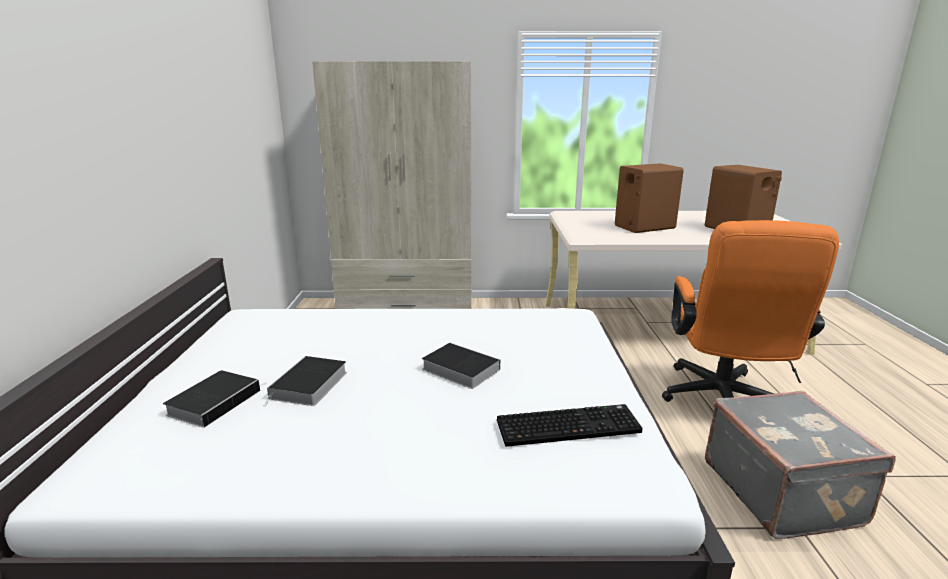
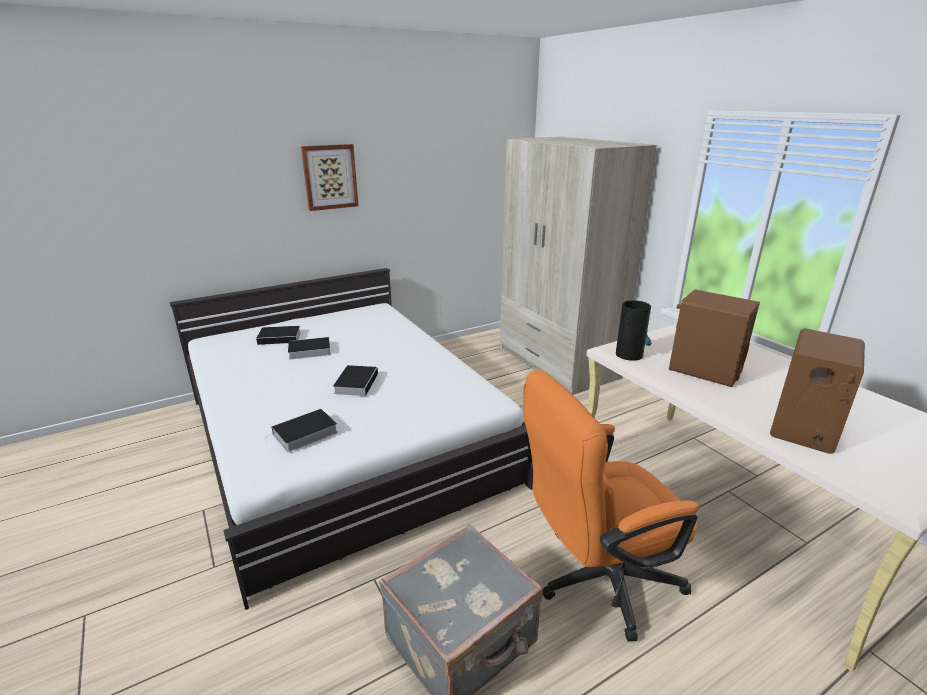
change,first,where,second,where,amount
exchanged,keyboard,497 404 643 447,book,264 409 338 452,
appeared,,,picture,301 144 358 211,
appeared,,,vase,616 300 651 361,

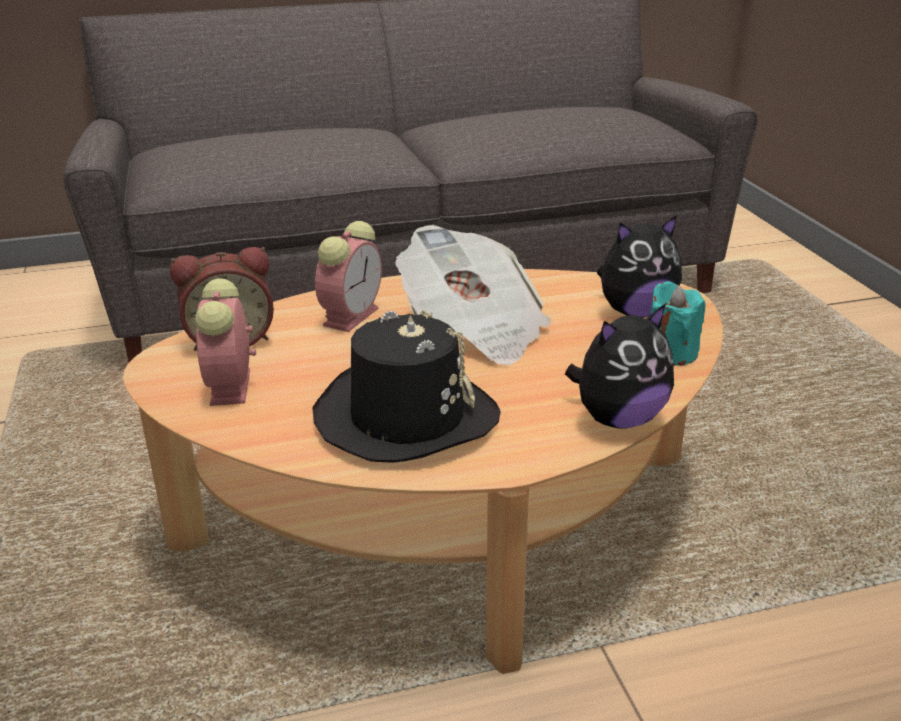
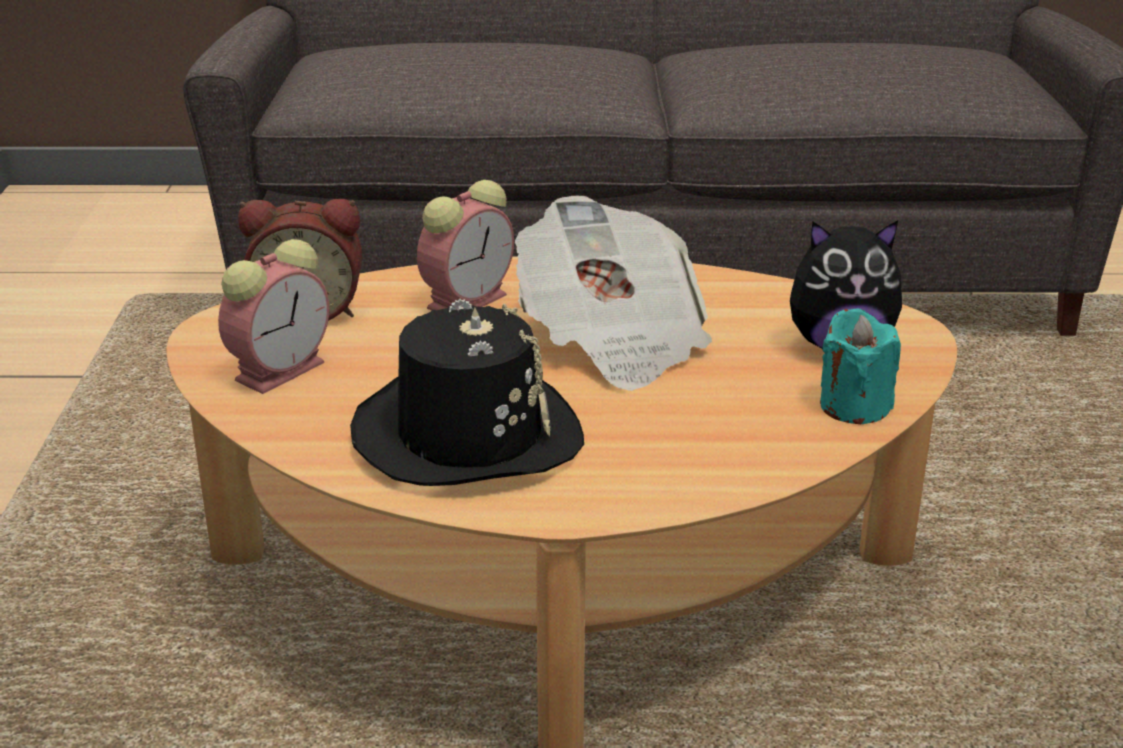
change,first,where,second,where,amount
spun,alarm clock,195 278 256 406,,218 239 329 394,150 degrees counterclockwise
missing,plush toy,565 303 674 429,,,

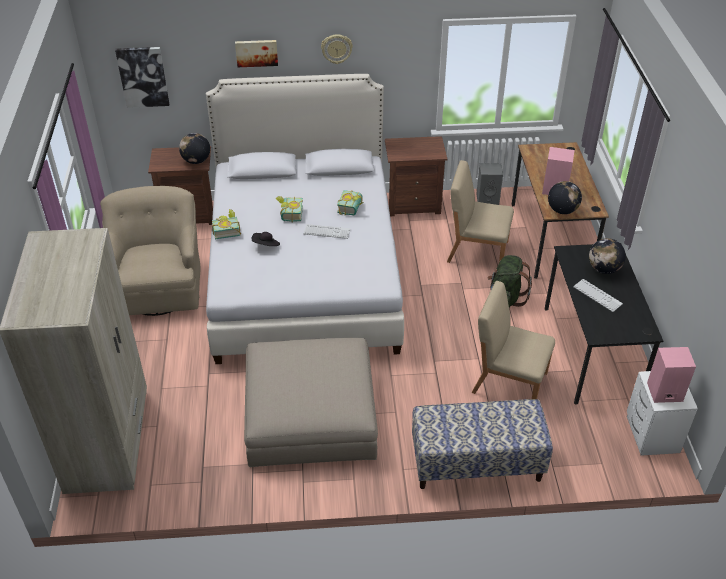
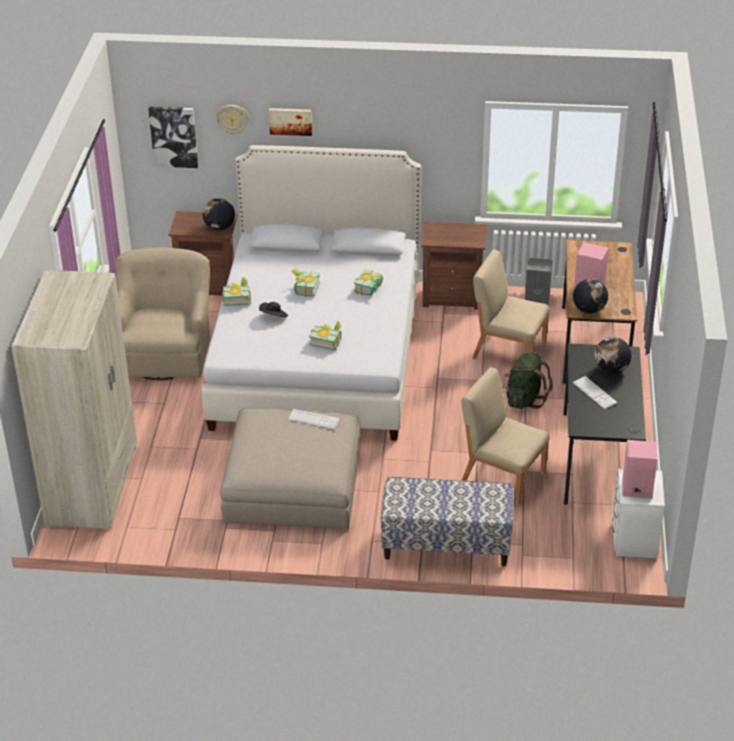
change,first,where,second,where,amount
relocated,keyboard,304 224 350 239,,288 409 340 430,
relocated,wall clock,321 34 353 64,,216 105 249 135,
appeared,,,book,309 321 342 350,

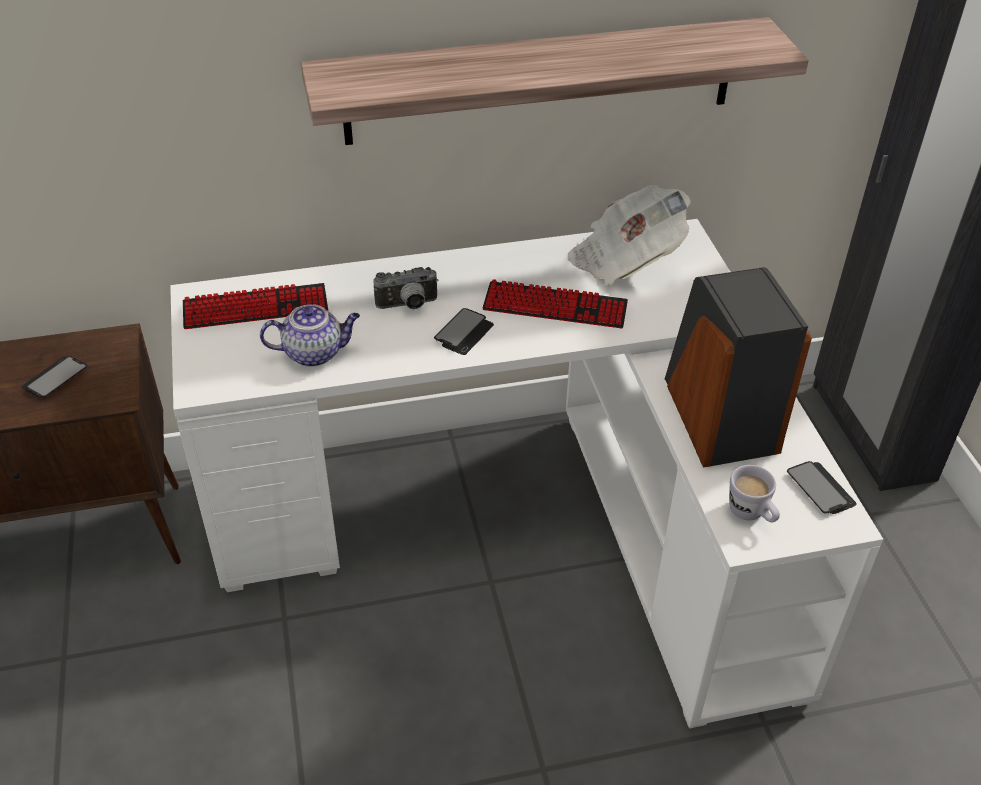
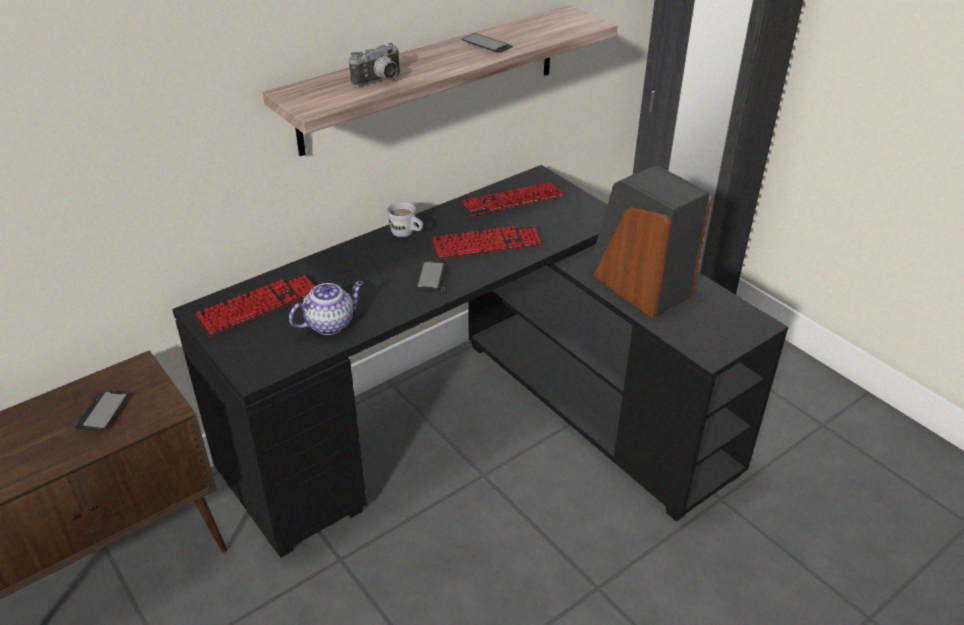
change,first,where,second,where,amount
colour,white desk,170 219 883 729,black desk,172 165 788 557,
relocated,photo camera,373 267 439 309,,349 43 400 87,
exchanged,newspaper,568 185 691 285,keyboard,460 182 565 216,
relocated,white mug,729 465 780 523,,387 202 423 237,
relocated,phone,787 461 857 514,,462 33 513 53,

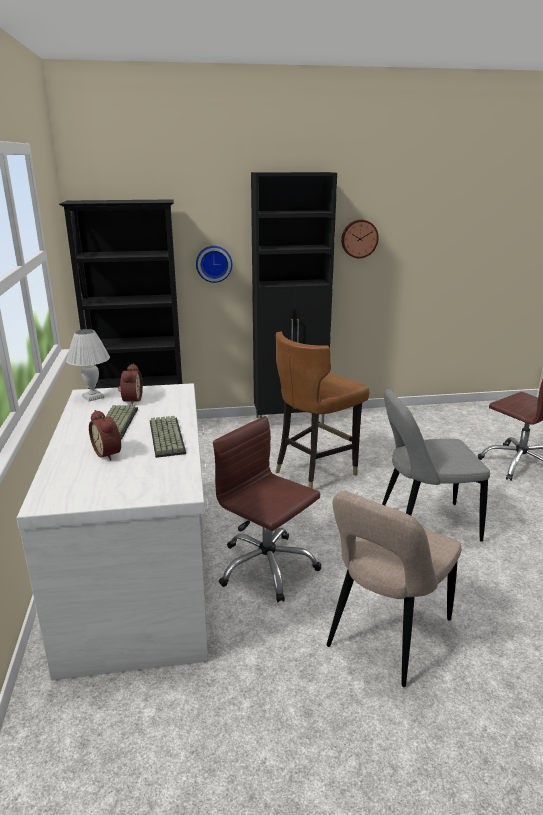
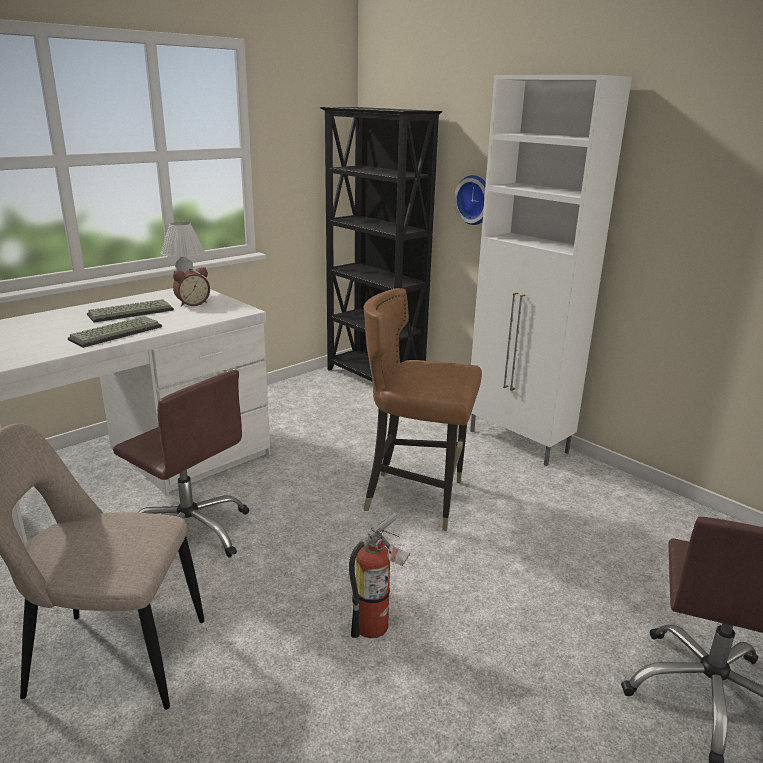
change,first,where,second,where,amount
missing,alarm clock,89 410 121 460,,,
spun,brown office chair,213 416 321 602,,113 370 249 558,120 degrees clockwise
colour,black cabinet,251 172 337 424,white cabinet,470 75 632 466,
missing,wall clock,341 220 379 258,,,
exchanged,grey chair,382 388 490 542,fire extinguisher,349 513 410 638,

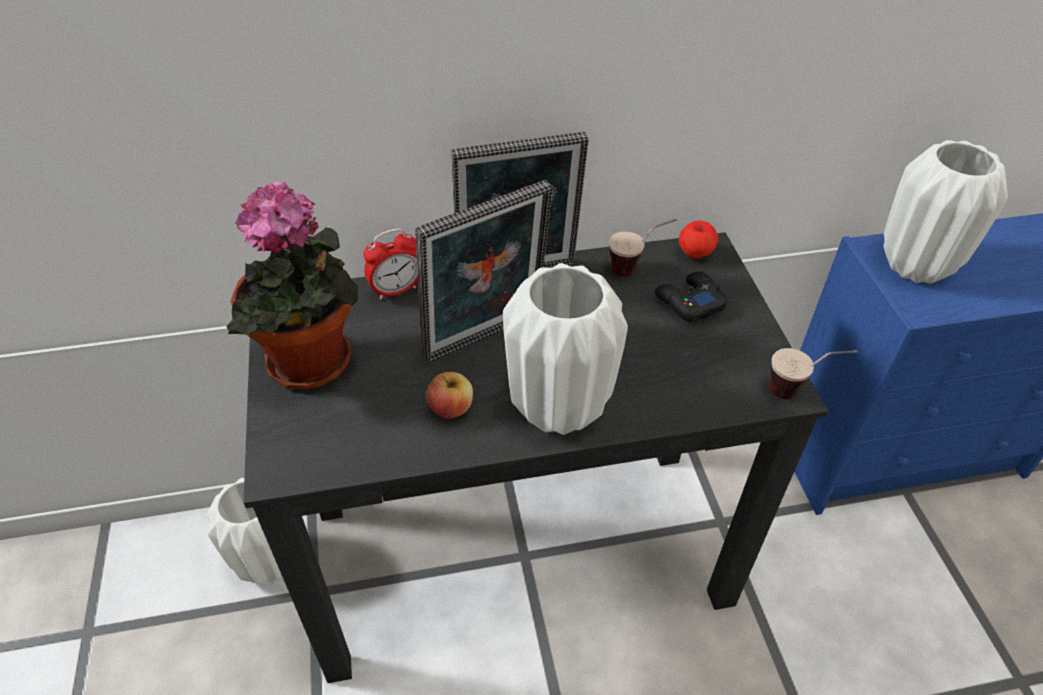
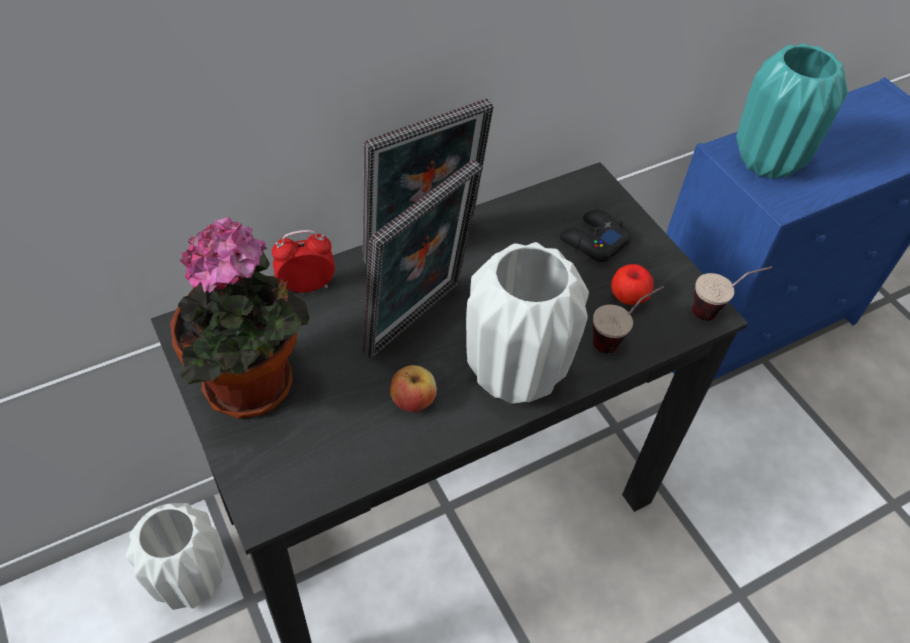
change,first,where,second,where,amount
spun,alarm clock,363 228 418 300,,272 230 335 293,150 degrees counterclockwise
relocated,cup,609 219 677 277,,593 286 664 353,
relocated,apple,679 221 718 259,,611 264 654 305,
colour,white vase,883 140 1008 284,turquoise vase,736 43 848 179,

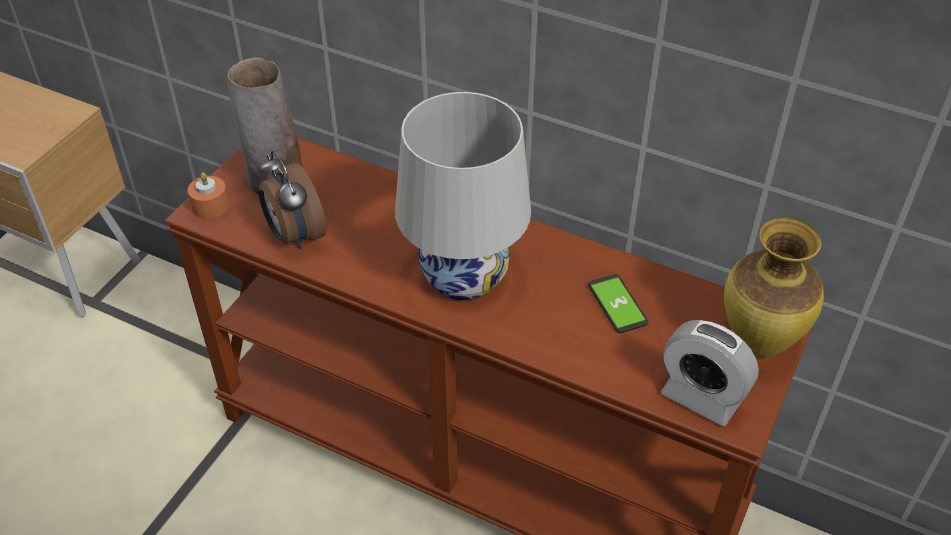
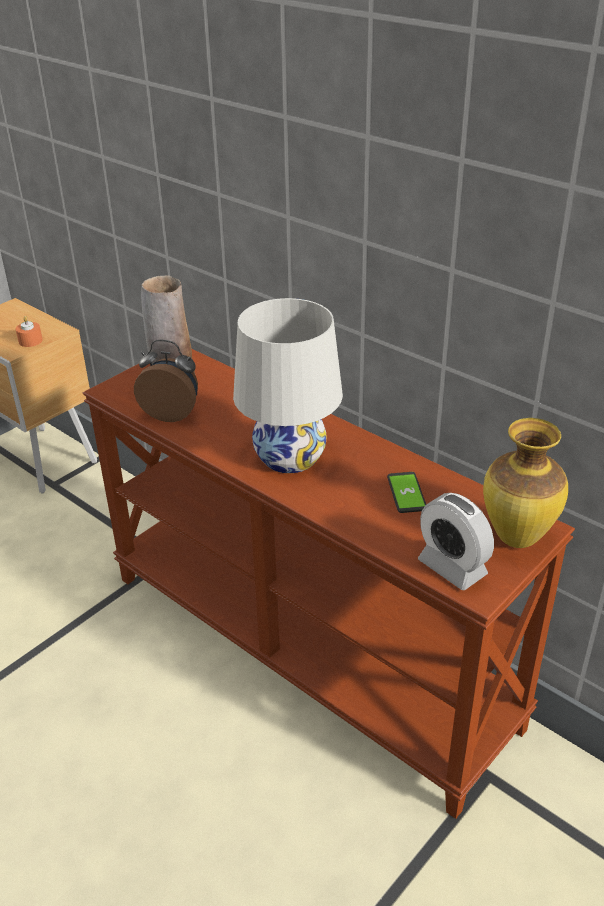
change,first,where,second,where,amount
relocated,orange candle,188 172 229 219,,16 316 43 347,
spun,alarm clock,259 151 326 250,,134 340 198 422,120 degrees clockwise

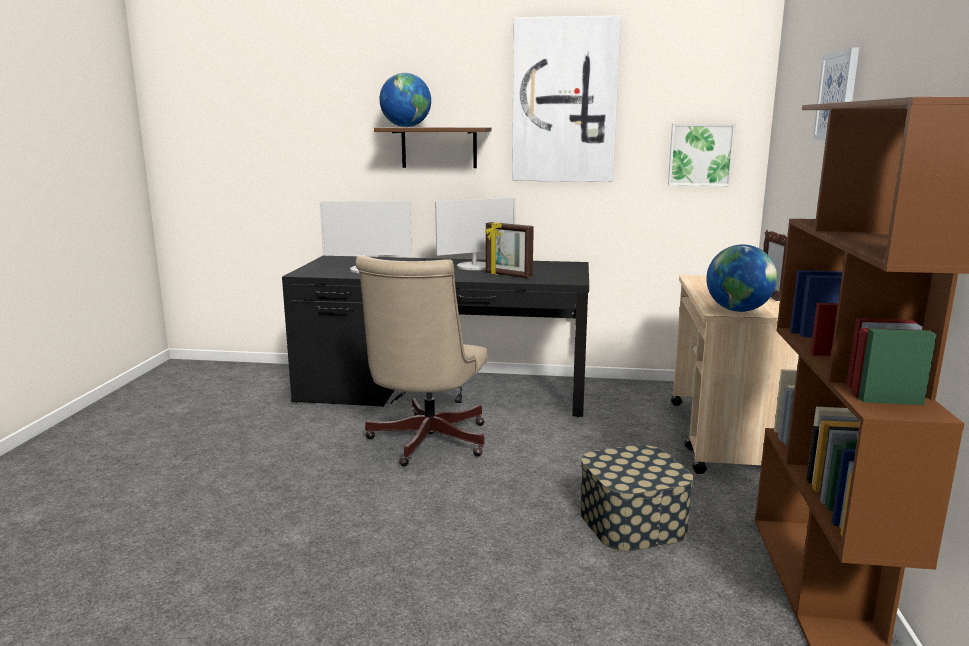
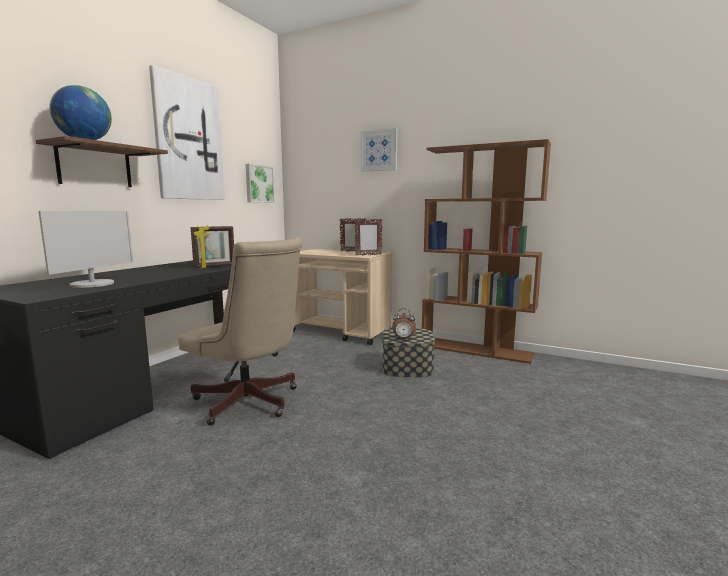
change,first,where,second,where,amount
missing,monitor,435 197 516 270,,,
exchanged,globe,706 244 777 312,picture frame,354 219 382 256,
appeared,,,alarm clock,392 308 416 340,

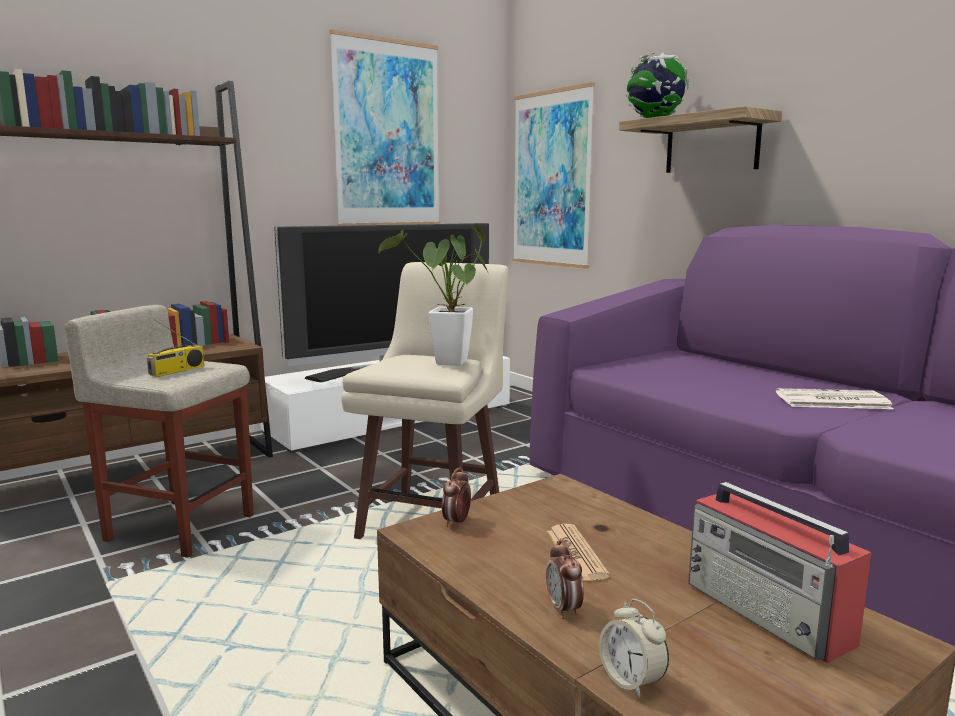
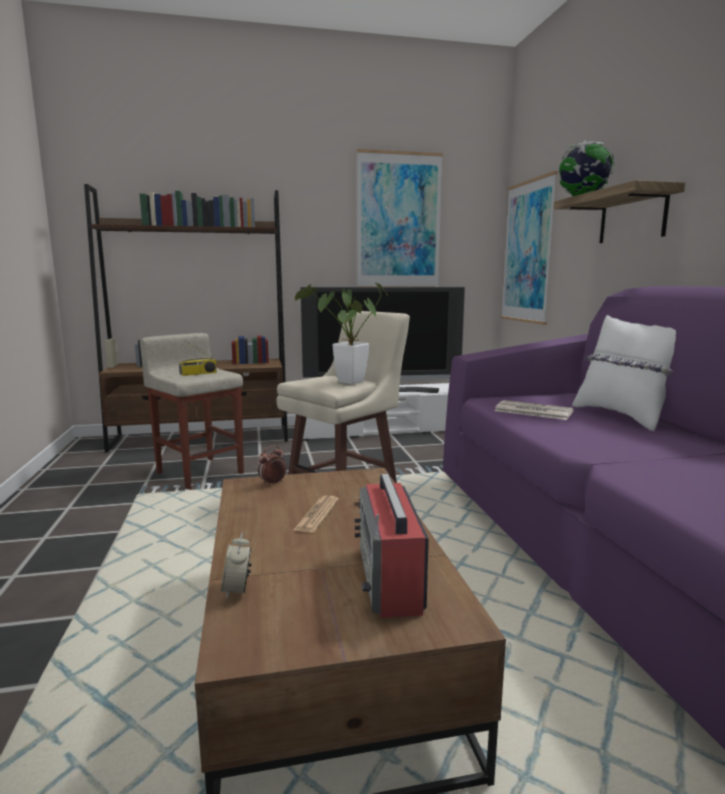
change,first,where,second,where,amount
missing,alarm clock,546 540 584 619,,,
relocated,newspaper,776 388 893 409,,494 400 574 420,
appeared,,,white pillow,572 315 676 431,

